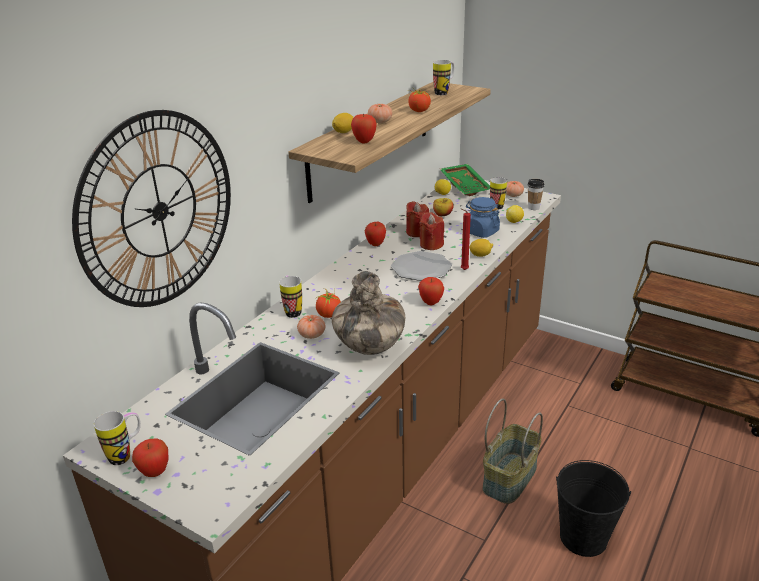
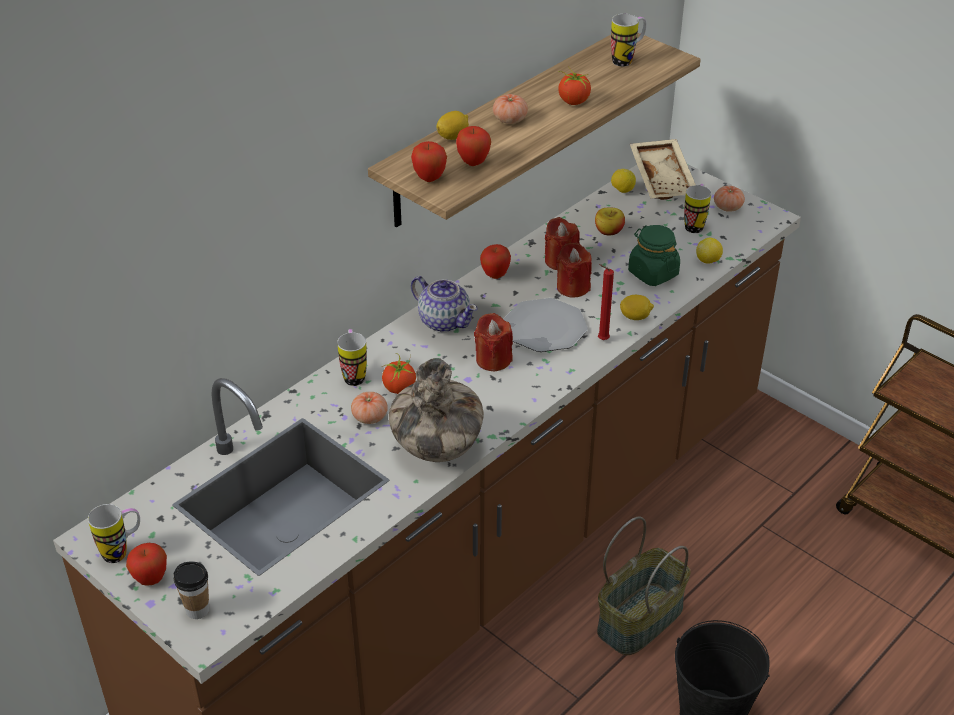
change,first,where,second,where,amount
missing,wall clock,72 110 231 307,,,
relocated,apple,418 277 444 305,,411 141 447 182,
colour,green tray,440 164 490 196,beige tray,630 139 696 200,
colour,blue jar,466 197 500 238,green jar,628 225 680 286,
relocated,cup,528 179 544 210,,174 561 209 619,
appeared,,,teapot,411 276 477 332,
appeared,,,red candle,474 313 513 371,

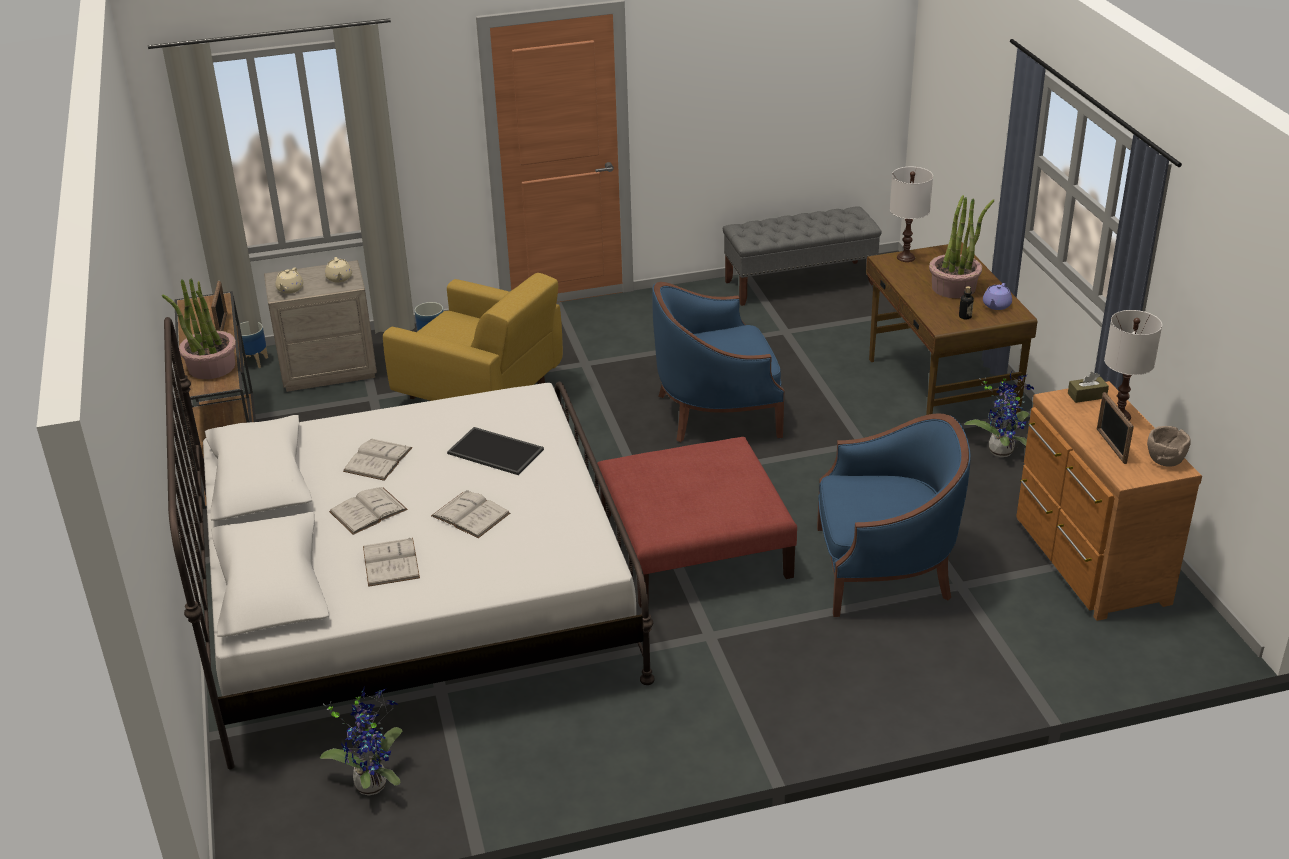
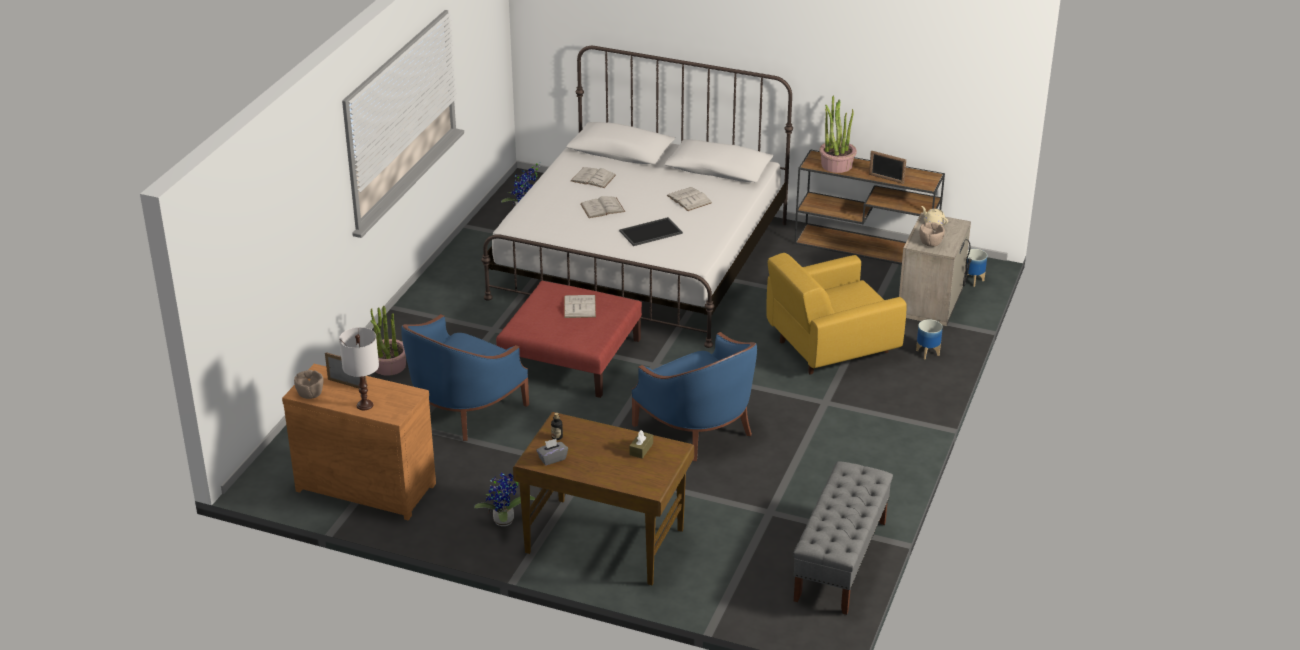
change,first,where,second,where,amount
exchanged,beige teapot,325 257 352 282,brown bowl,919 222 945 247,
relocated,white book,329 487 408 535,,564 295 596 318,
spun,blue armchair,652 282 784 442,,632 332 757 461,120 degrees clockwise
missing,white table lamp,890 167 933 262,,,
relocated,potted plant,929 195 994 298,,371 306 406 376,
exchanged,purple teapot,983 283 1012 310,grey tissue box,536 439 568 465,
relocated,brown tissue box,1068 372 1109 403,,629 430 653 459,

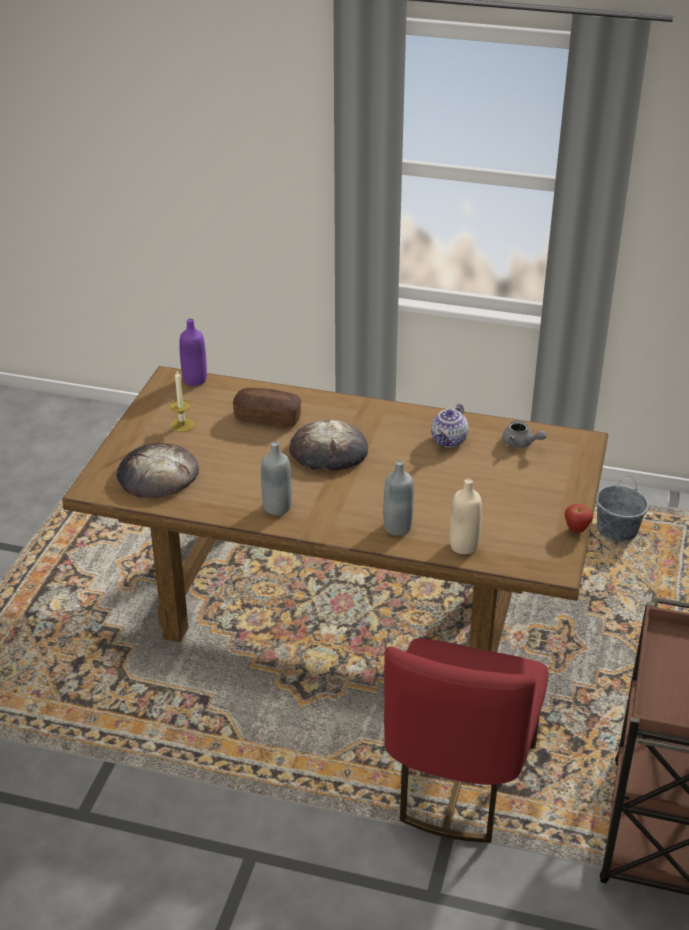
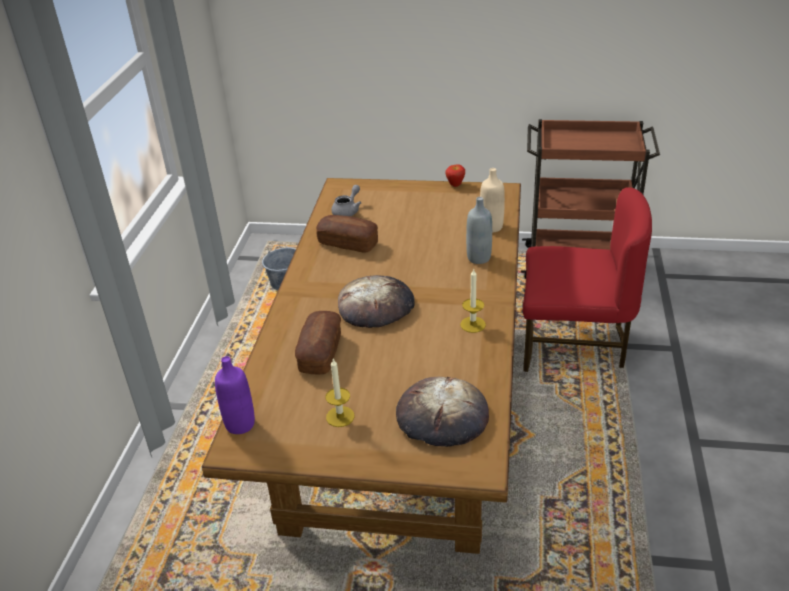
change,first,where,second,where,amount
exchanged,grey bottle,261 441 292 516,candle,460 269 486 333,
exchanged,teapot,431 403 468 447,bread,316 215 378 252,

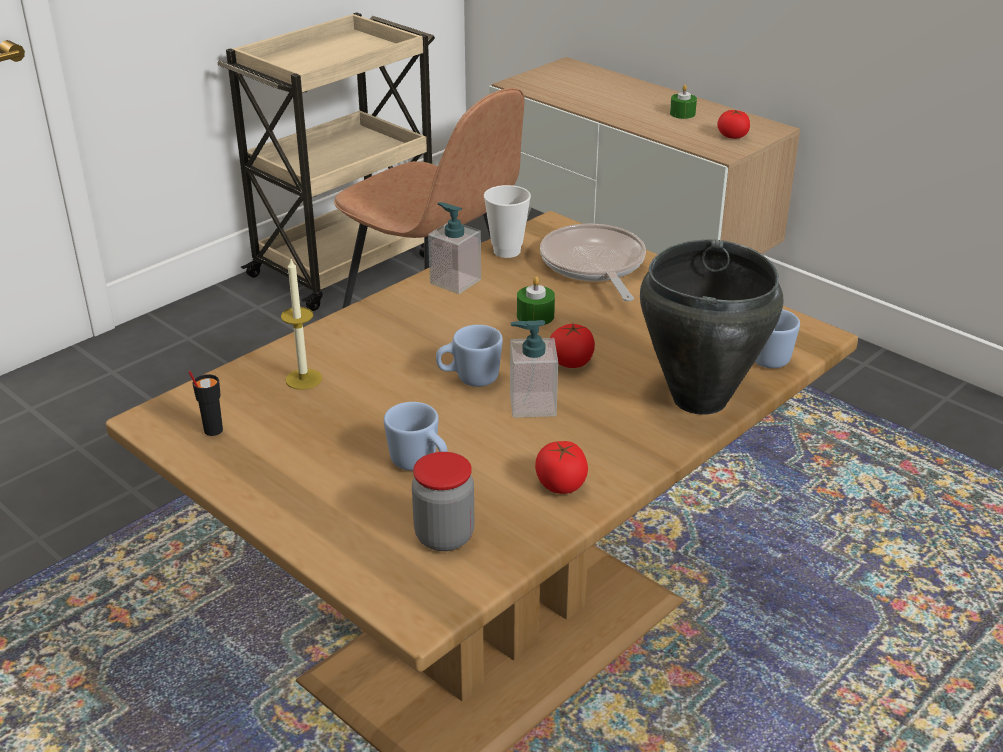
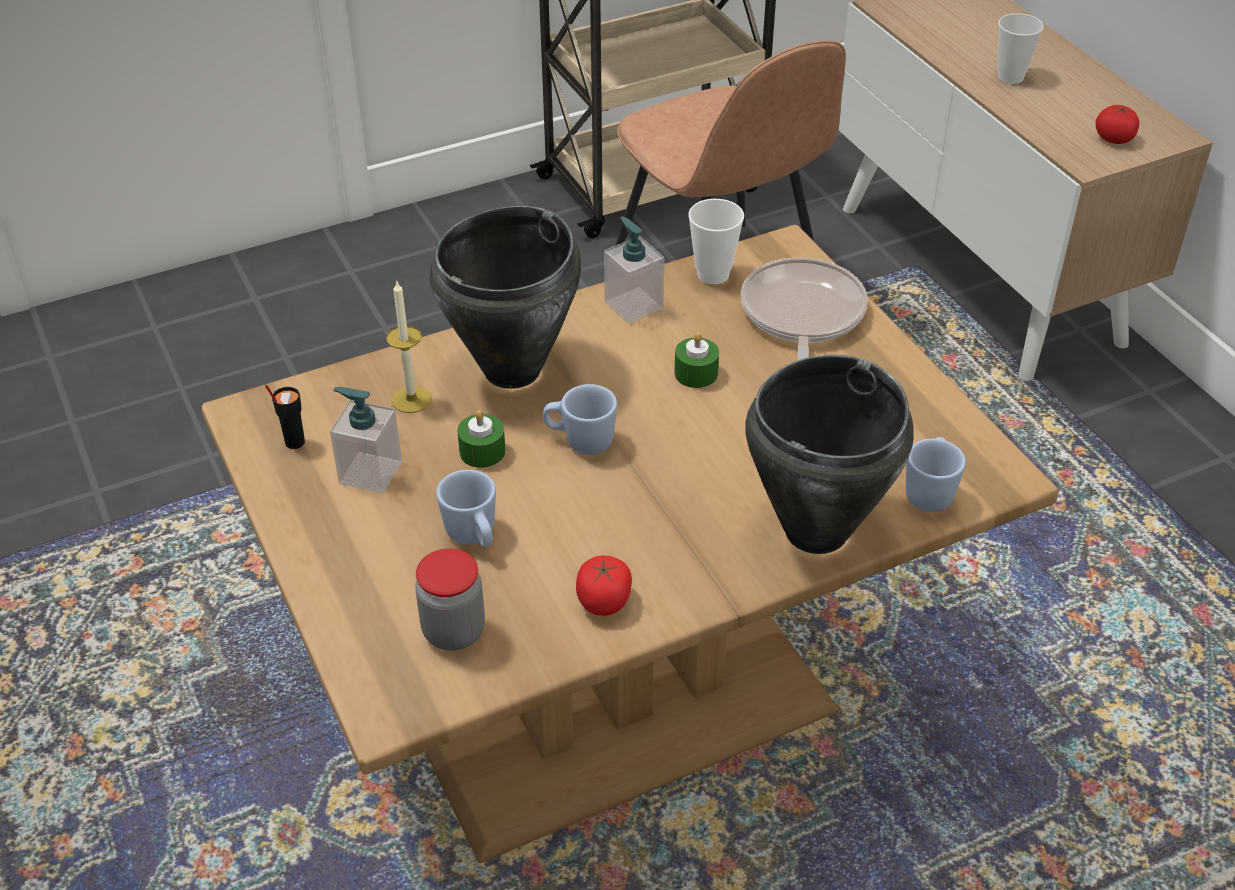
change,first,where,second,where,amount
relocated,soap dispenser,510 320 558 418,,330 387 402 493,
missing,tomato,550 324 595 368,,,
relocated,green candle,670 84 697 119,,457 410 506 468,
appeared,,,black cooking pot,430 206 581 389,
appeared,,,cup,997 13 1044 84,

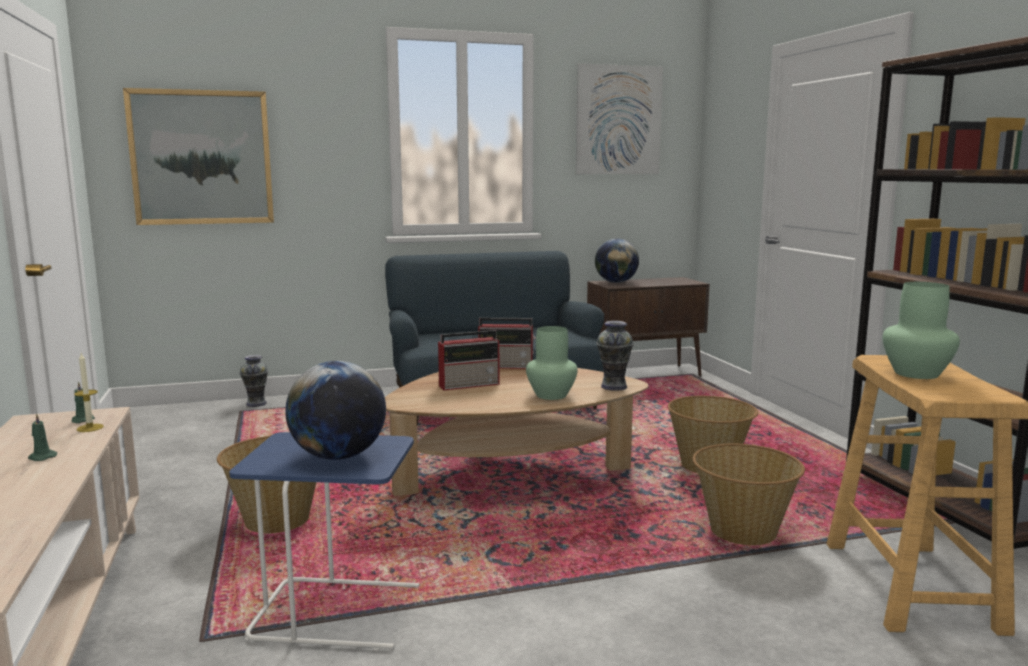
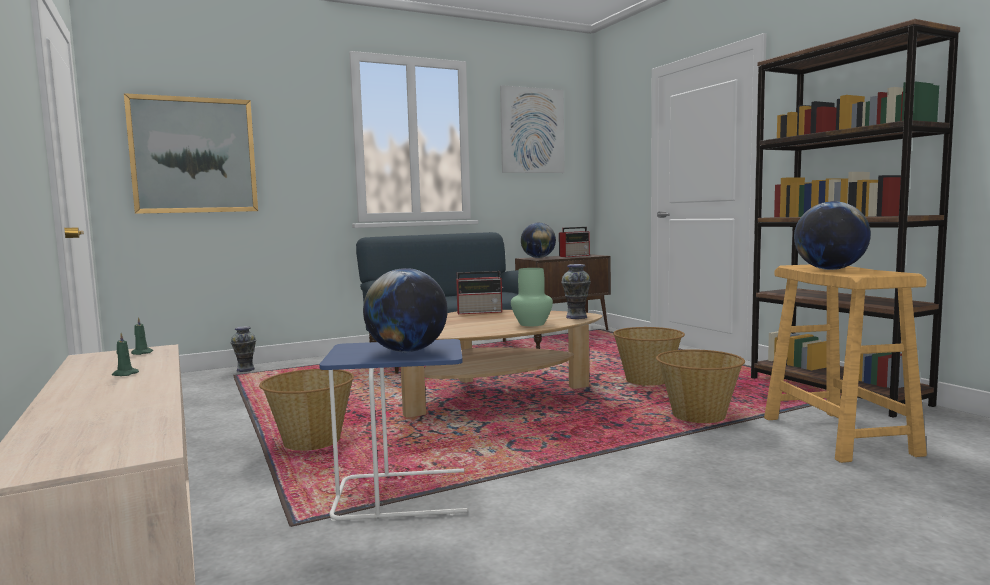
change,first,where,second,where,amount
missing,candle,74 353 104 432,,,
relocated,radio,438 330 500 390,,559 227 590 257,
exchanged,green vase,883 282 960 379,globe,794 201 871 270,

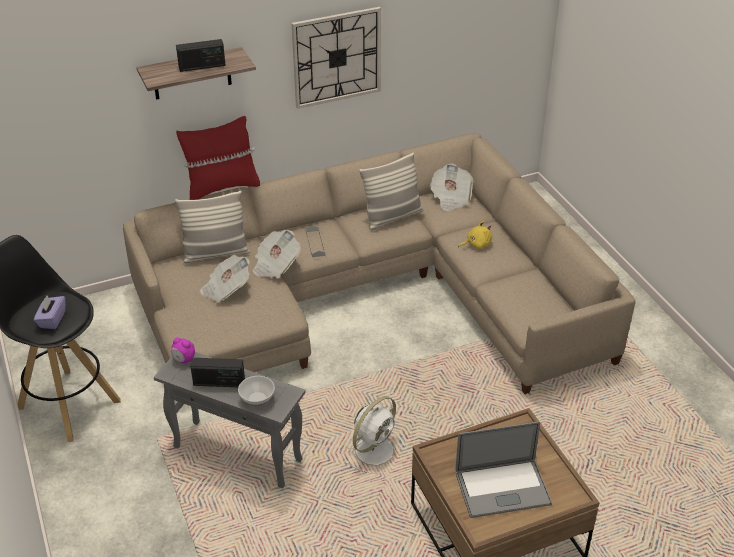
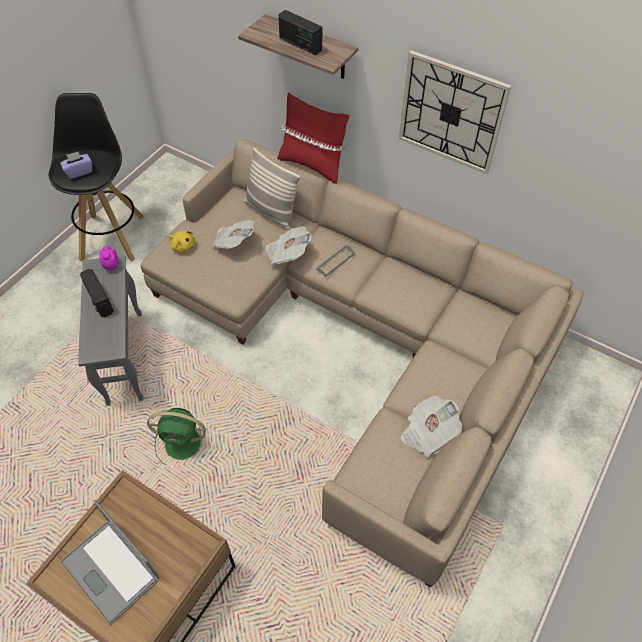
change,first,where,second,where,amount
missing,bowl,238 376 275 407,,,
colour,white fan,345 396 396 474,green fan,147 408 212 465,
missing,pillow,359 152 424 232,,,
relocated,newspaper,430 164 474 211,,400 396 462 457,
relocated,yellow plush toy,458 221 492 249,,168 231 195 253,

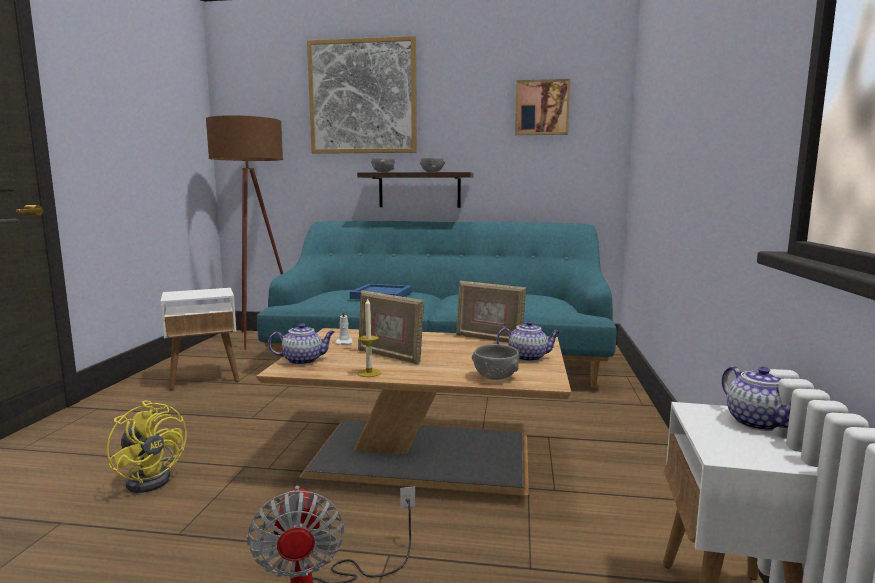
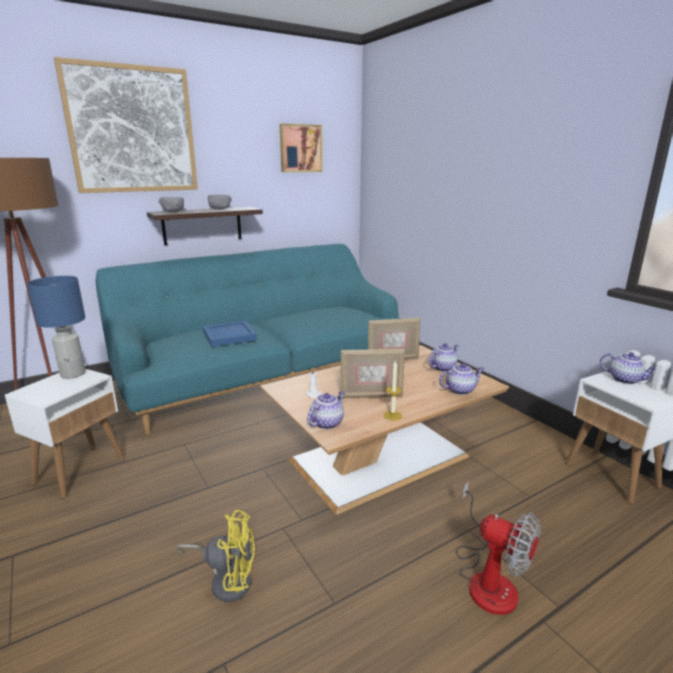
change,first,where,second,where,amount
exchanged,grey bowl,472 344 519 380,teapot,439 363 484 395,
appeared,,,blue table lamp,27 276 86 379,

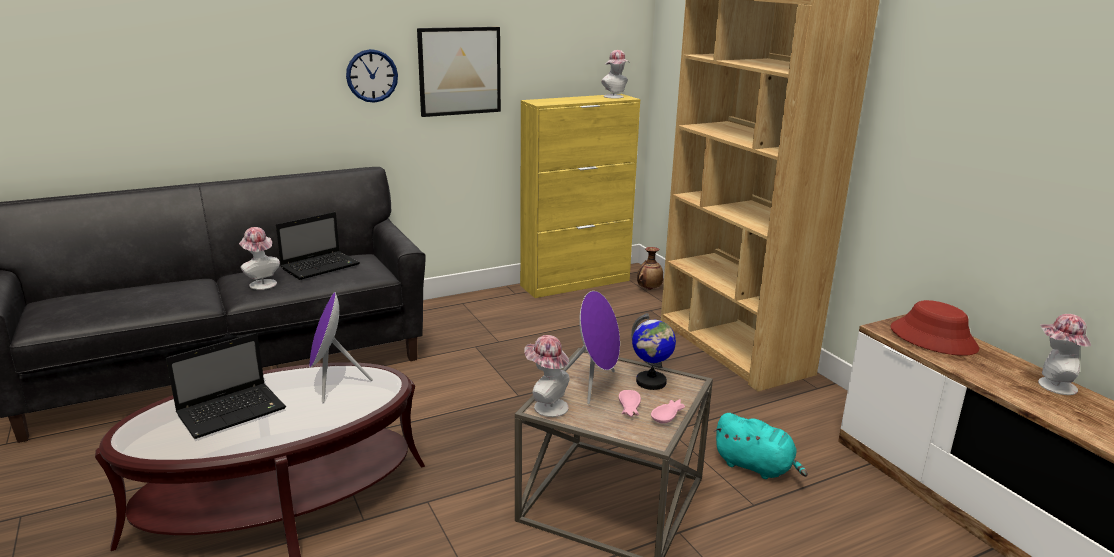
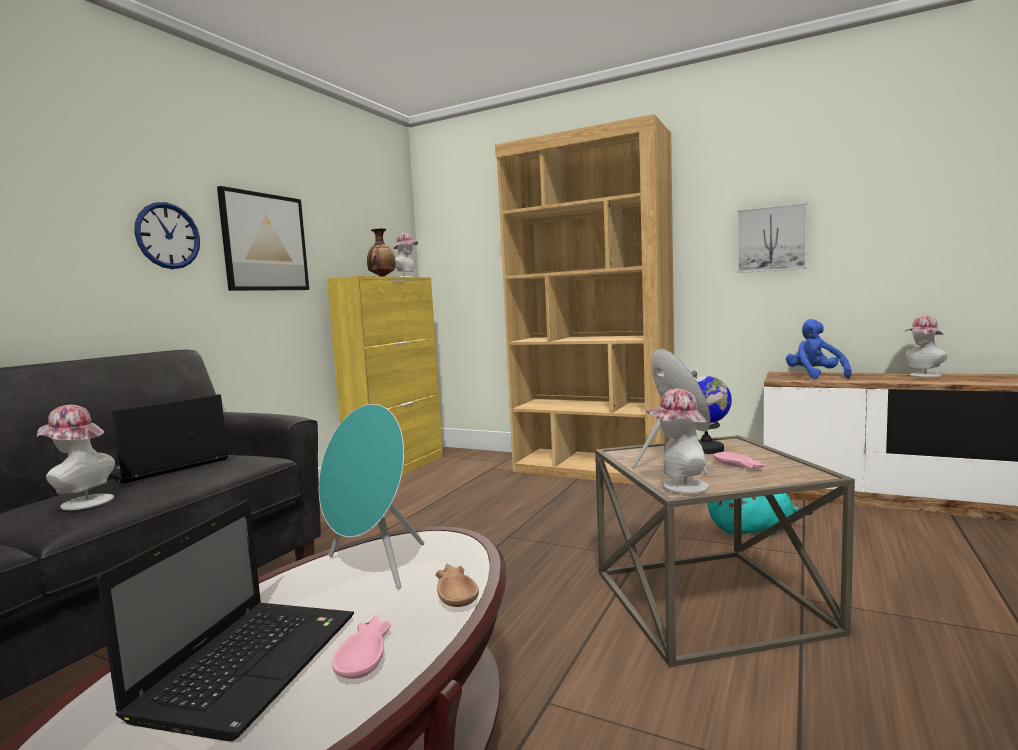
change,first,where,second,where,amount
spun,laptop,276 212 360 280,,109 394 228 484,150 degrees counterclockwise
colour,purple speaker,309 292 373 403,turquoise speaker,319 404 424 589,
relocated,vase,637 247 663 290,,367 228 396 276,
relocated,pink bowl,651 399 685 424,,332 615 391 679,
exchanged,red hat,890 300 979 356,blue plush toy,786 319 852 379,
appeared,,,brown bowl,436 564 479 607,
appeared,,,picture,737 202 807 273,

